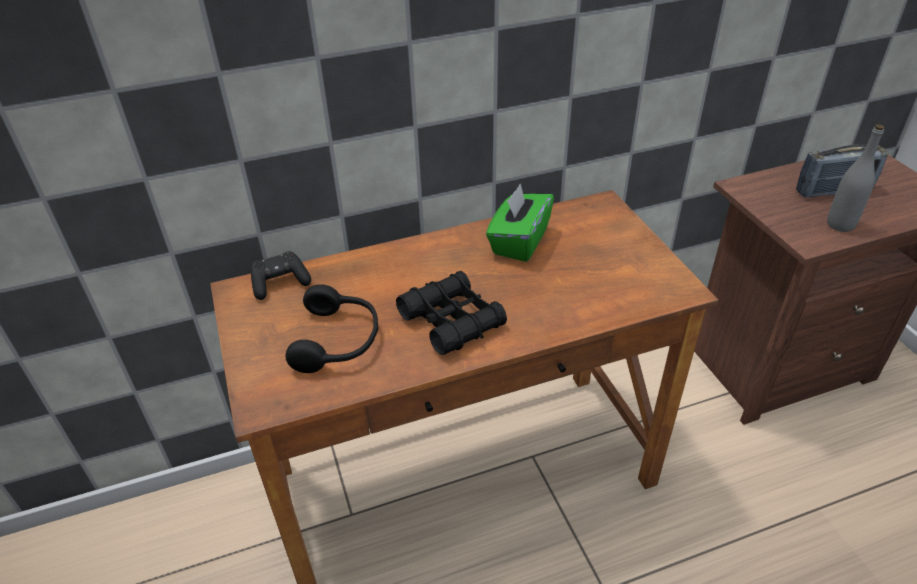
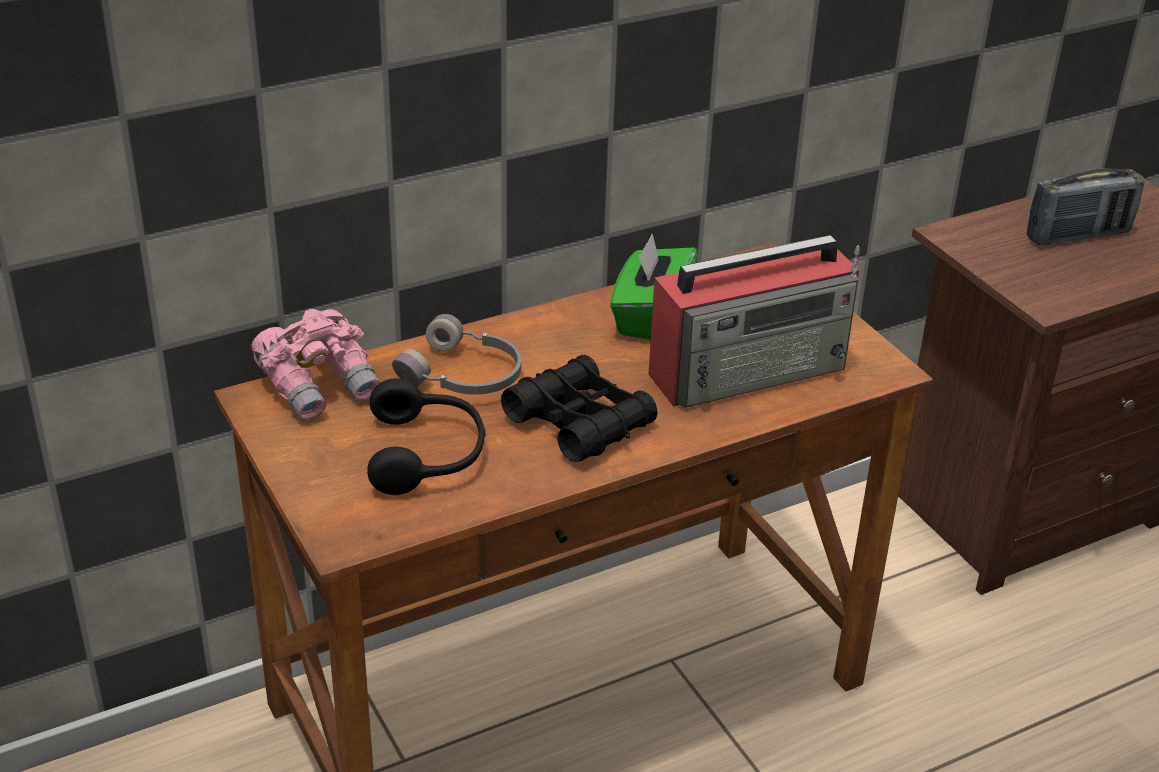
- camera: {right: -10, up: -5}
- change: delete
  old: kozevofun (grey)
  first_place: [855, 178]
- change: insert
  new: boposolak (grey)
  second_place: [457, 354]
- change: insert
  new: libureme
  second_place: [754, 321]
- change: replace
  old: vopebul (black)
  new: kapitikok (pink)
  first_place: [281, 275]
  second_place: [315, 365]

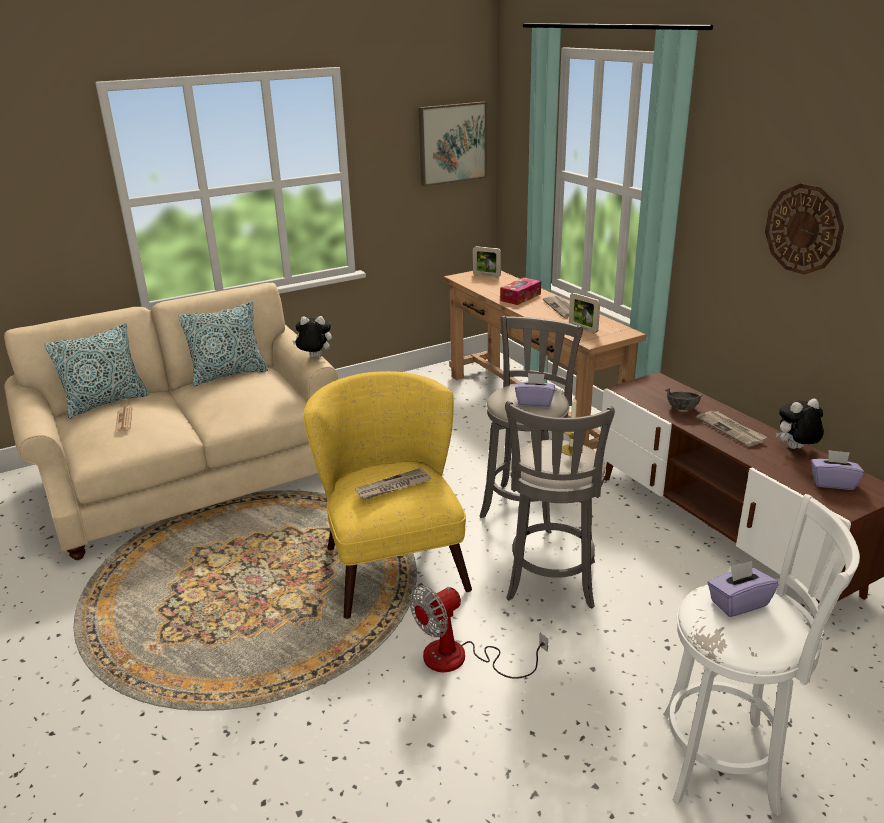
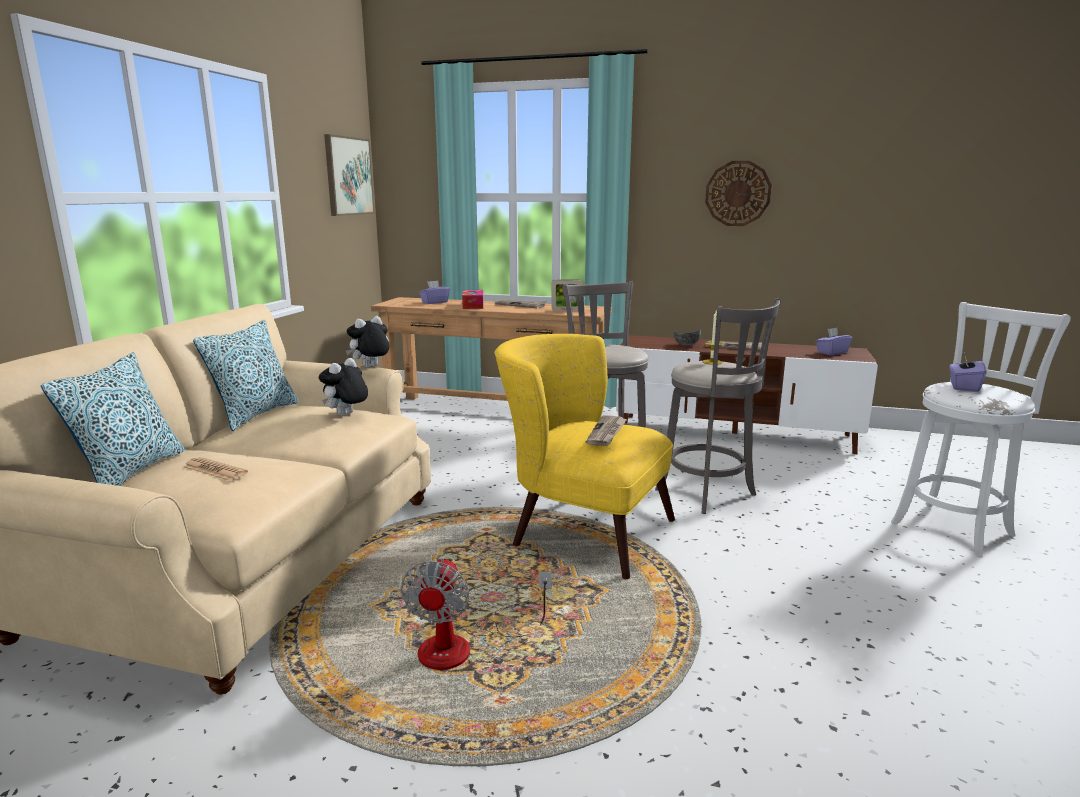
- camera: {right: -45, up: -10}
- change: delete
  old: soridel
  first_place: [487, 261]
- change: move
  old: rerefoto
  first_place: [478, 632]
  second_place: [476, 613]
- change: move
  old: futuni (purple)
  first_place: [535, 390]
  second_place: [434, 292]
- change: move
  old: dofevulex
  first_place: [800, 424]
  second_place: [343, 387]

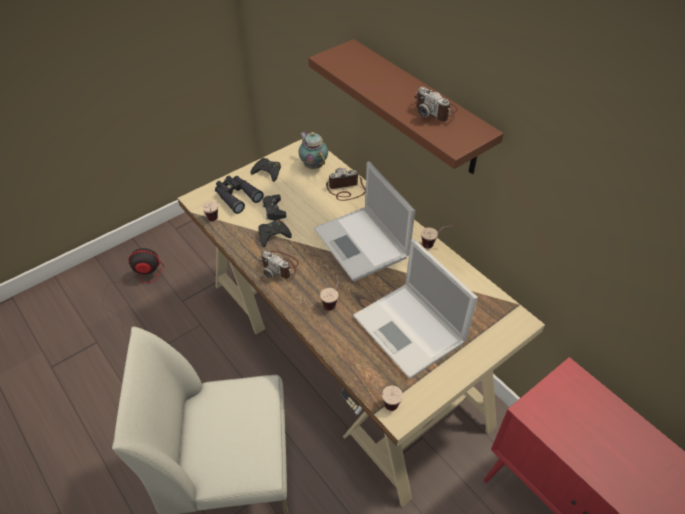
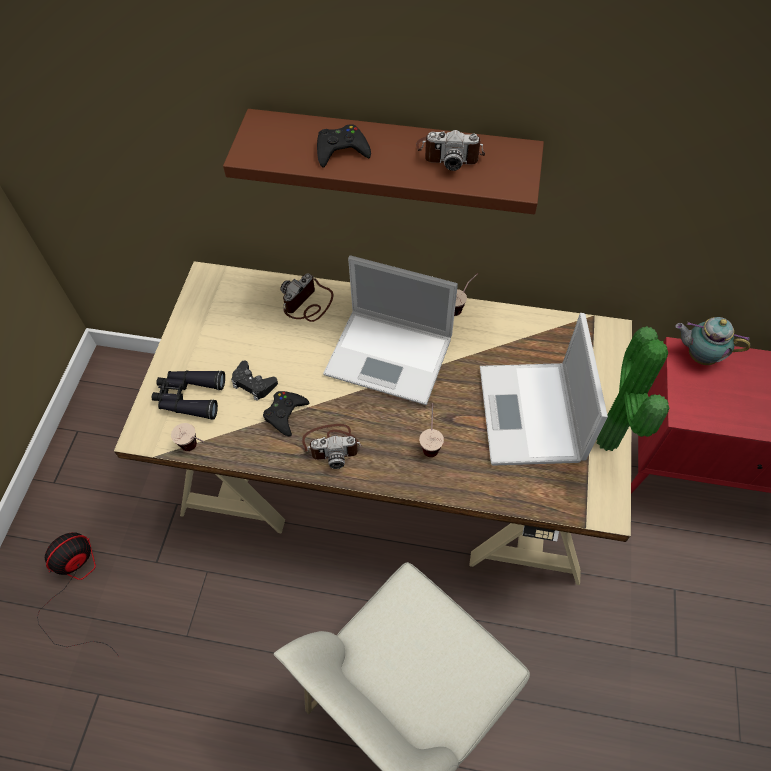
- camera: {right: -40, up: 10}
- change: delete
  old: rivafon
  first_place: [384, 398]
- change: insert
  new: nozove
  second_place: [633, 388]
- change: move
  old: vopebul (black)
  first_place: [266, 170]
  second_place: [344, 145]
- change: move
  old: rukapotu
  first_place: [313, 150]
  second_place: [712, 341]
- change: rotate
  old: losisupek
  first_place: [415, 309]
  second_place: [544, 389]
  degrees: 75

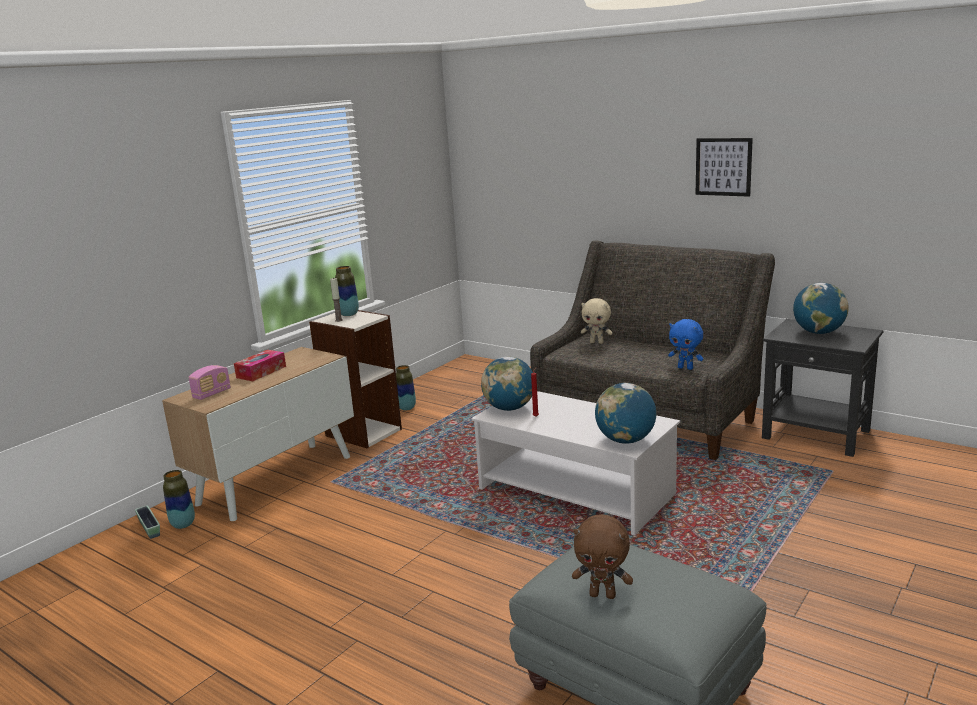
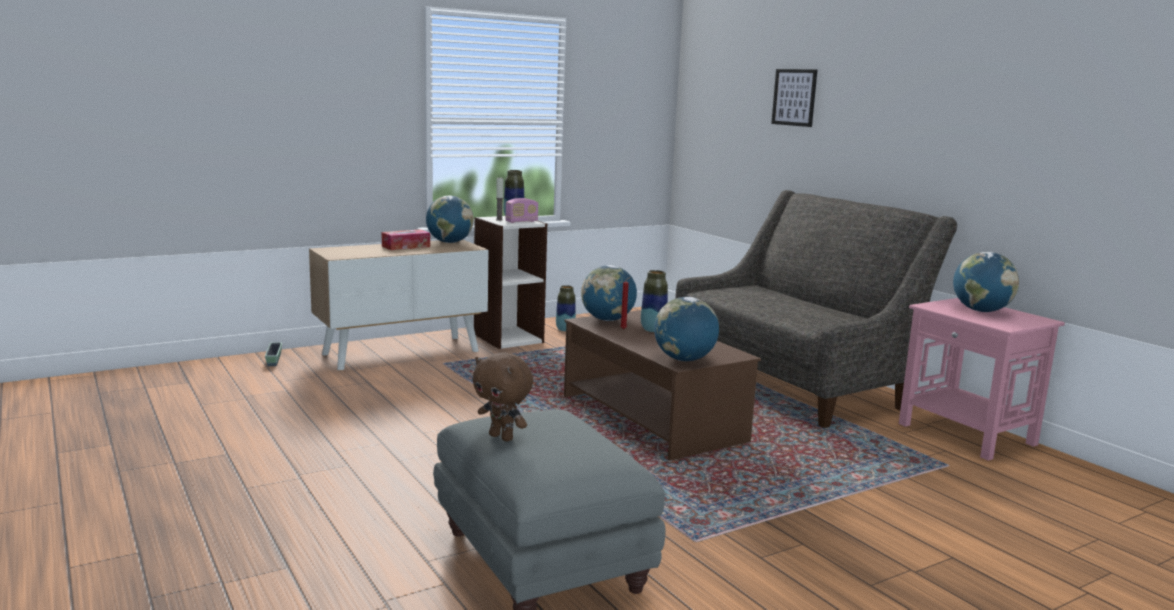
- camera: {right: 20, up: -5}
- change: delete
  old: dofevulex (beige)
  first_place: [596, 321]
- change: delete
  old: dofevulex (blue)
  first_place: [685, 344]
- change: insert
  new: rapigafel
  second_place: [450, 219]
- change: move
  old: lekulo
  first_place: [179, 499]
  second_place: [654, 301]
- change: move
  old: libureme
  first_place: [209, 382]
  second_place: [521, 210]
- change: move
  old: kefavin
  first_place: [724, 167]
  second_place: [794, 98]
- change: recolor
  old: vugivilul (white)
  new: vugivilul (brown)
  first_place: [575, 463]
  second_place: [662, 385]
- change: recolor
  old: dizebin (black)
  new: dizebin (pink)
  first_place: [823, 388]
  second_place: [982, 379]

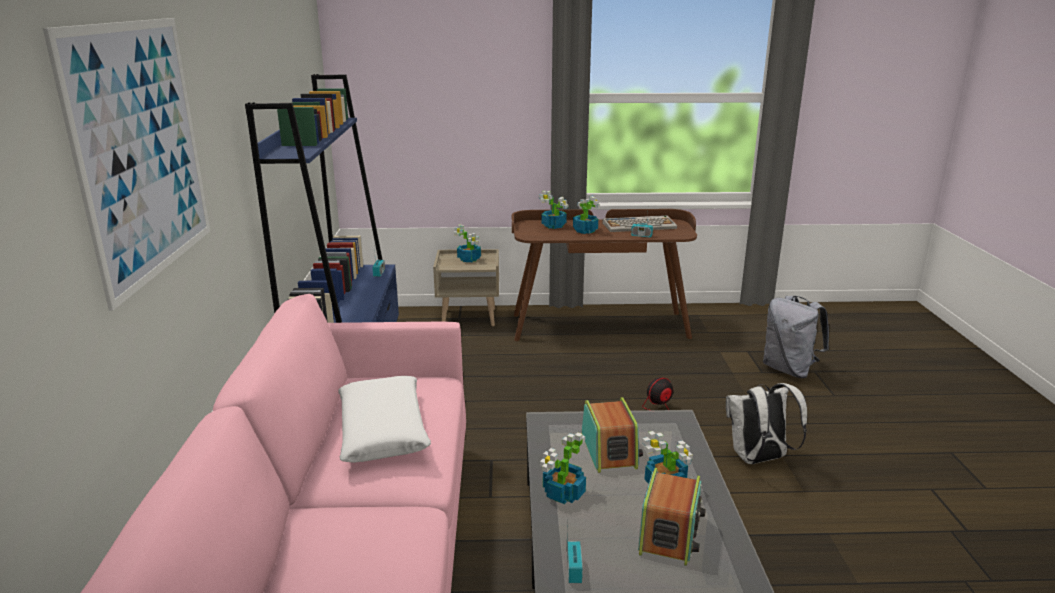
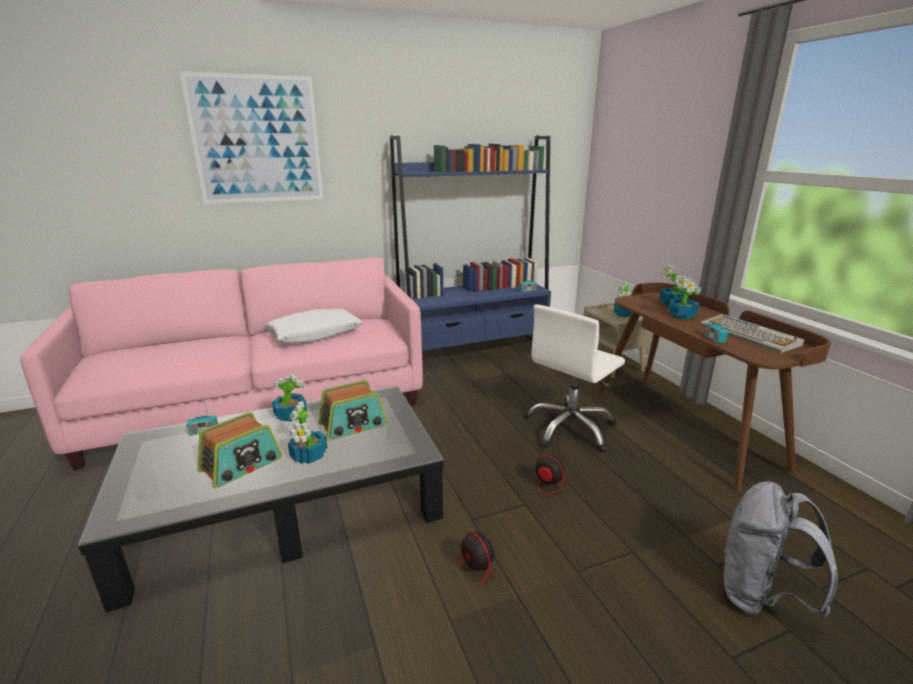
- camera: {right: 70, up: 0}
- change: insert
  new: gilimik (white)
  second_place: [574, 378]
- change: replace
  old: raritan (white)
  new: rerefoto
  first_place: [766, 423]
  second_place: [506, 566]
- change: rotate
  old: libureme
  first_place: [672, 517]
  second_place: [240, 450]
  degrees: -45

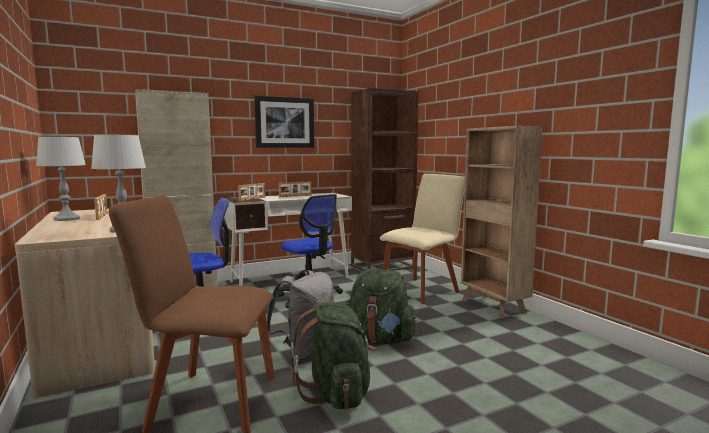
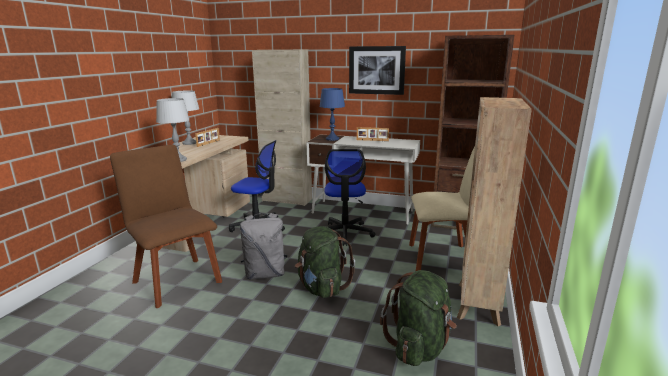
- camera: {right: 45, up: 10}
- change: move
  old: raritan (green)
  first_place: [333, 356]
  second_place: [418, 318]
- change: replace
  old: soridel
  new: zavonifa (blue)
  first_place: [251, 192]
  second_place: [332, 114]

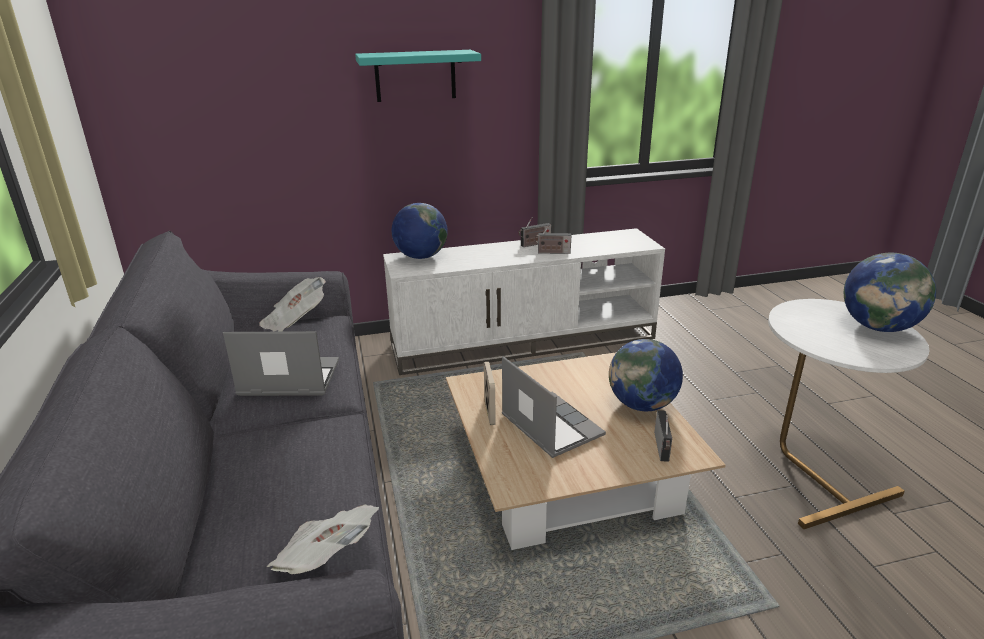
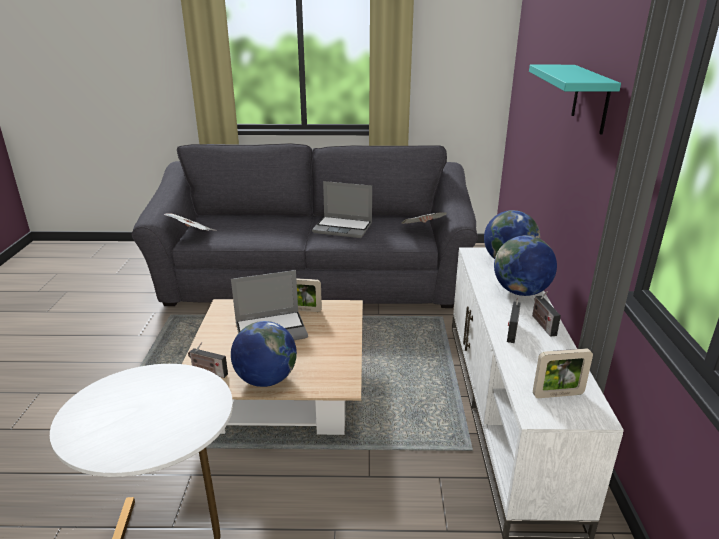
- camera: {right: 105, up: 0}
- change: insert
  new: soridel
  second_place: [563, 373]
- change: move
  old: rapigafel
  first_place: [890, 292]
  second_place: [525, 265]
- change: rotate
  old: losisupek
  first_place: [281, 363]
  second_place: [342, 209]
  degrees: 90

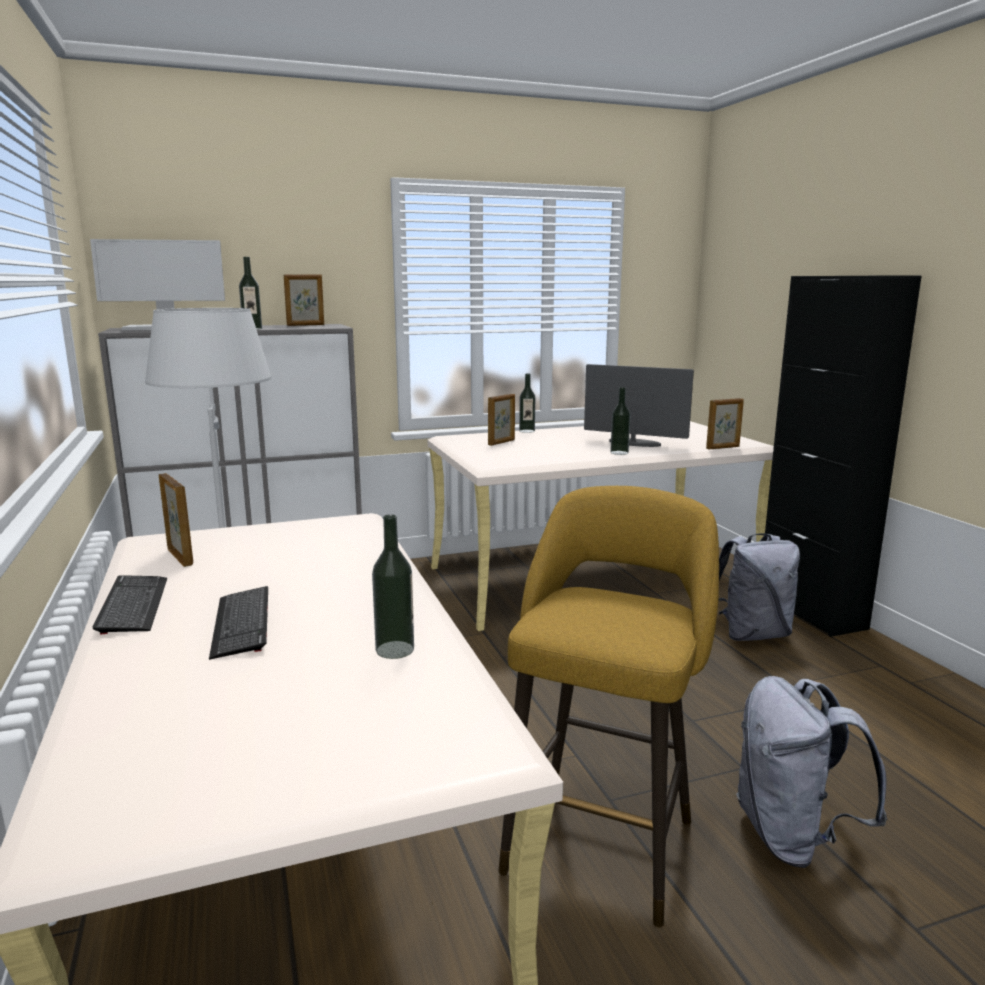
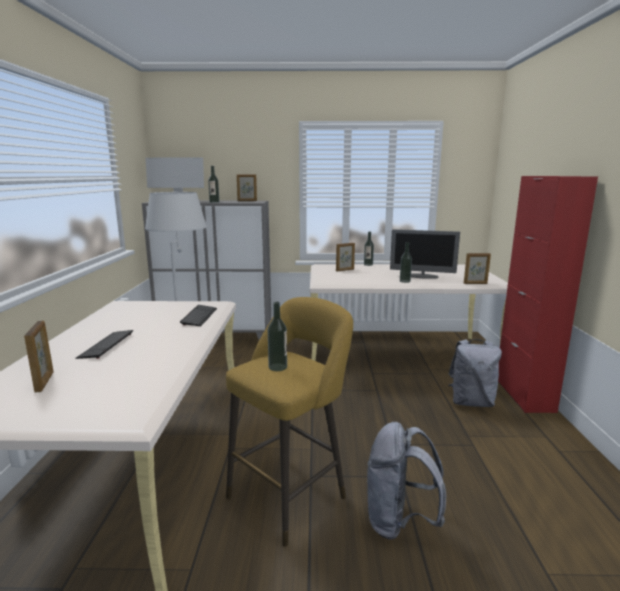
- camera: {right: 20, up: 0}
- change: move
  old: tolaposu
  first_place: [130, 605]
  second_place: [198, 315]
- change: move
  old: soridel
  first_place: [176, 520]
  second_place: [39, 357]
- change: move
  old: kozevofun
  first_place: [393, 586]
  second_place: [277, 336]
- change: recolor
  old: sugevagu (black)
  new: sugevagu (red)
  first_place: [843, 456]
  second_place: [548, 294]
- change: rotate
  old: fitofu
  first_place: [639, 405]
  second_place: [425, 254]
  degrees: 150

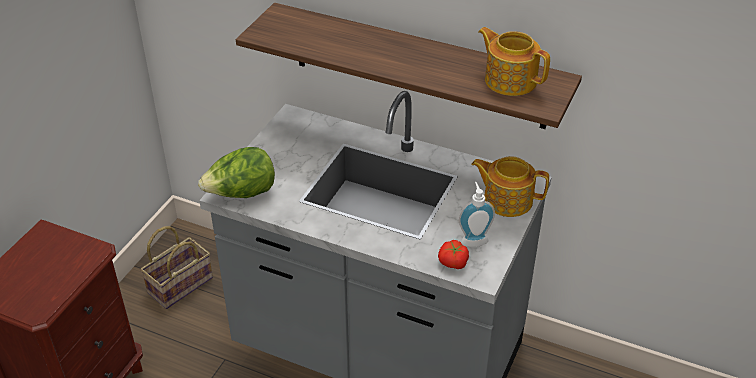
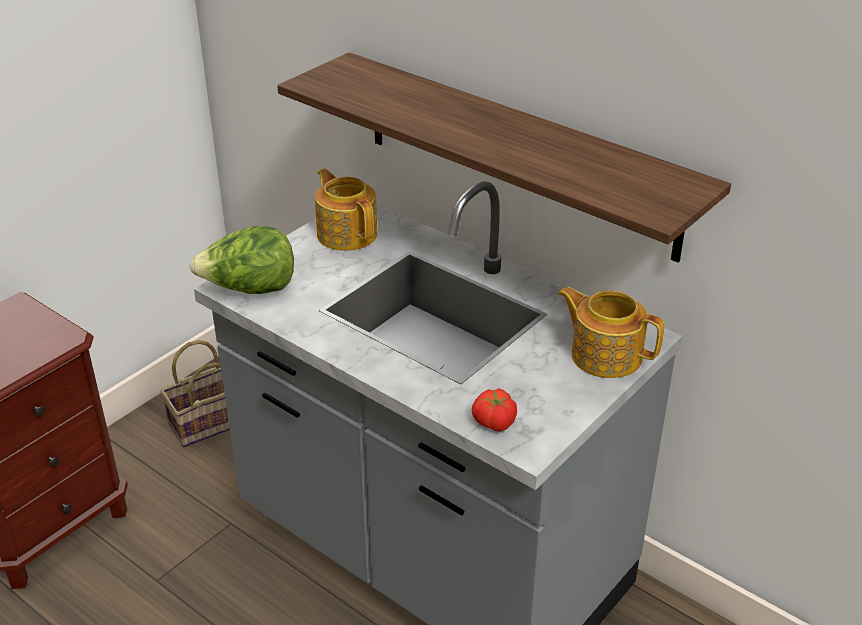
- camera: {right: 15, up: -5}
- change: delete
  old: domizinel
  first_place: [477, 214]
- change: move
  old: rukapotu
  first_place: [514, 61]
  second_place: [346, 209]

